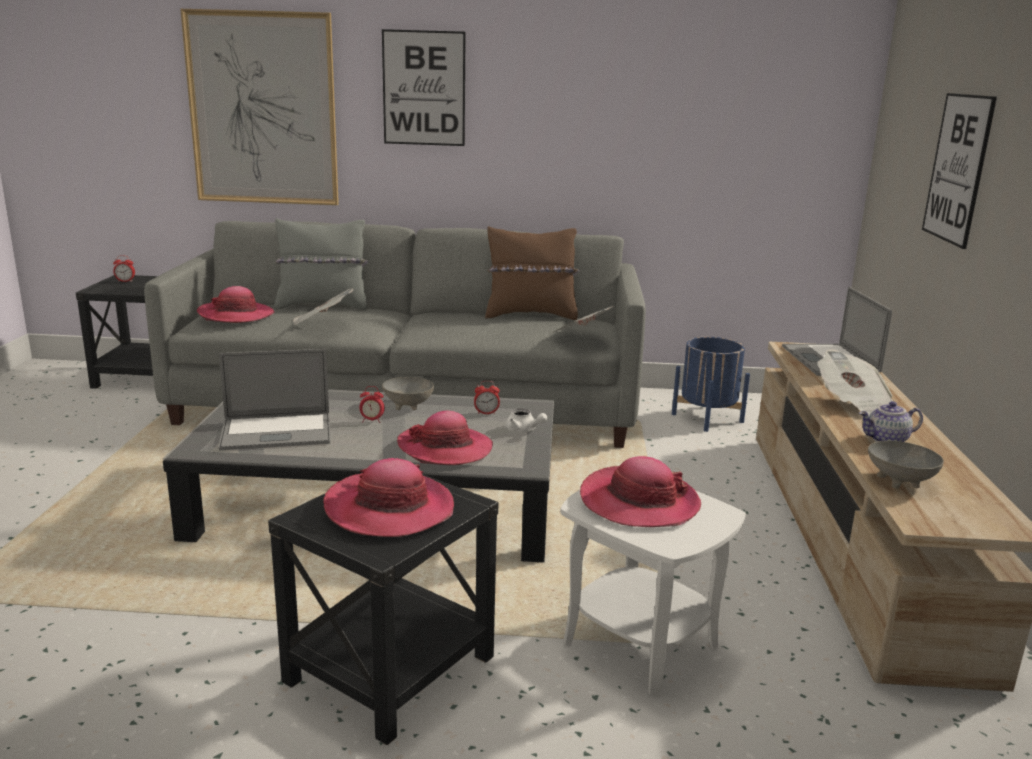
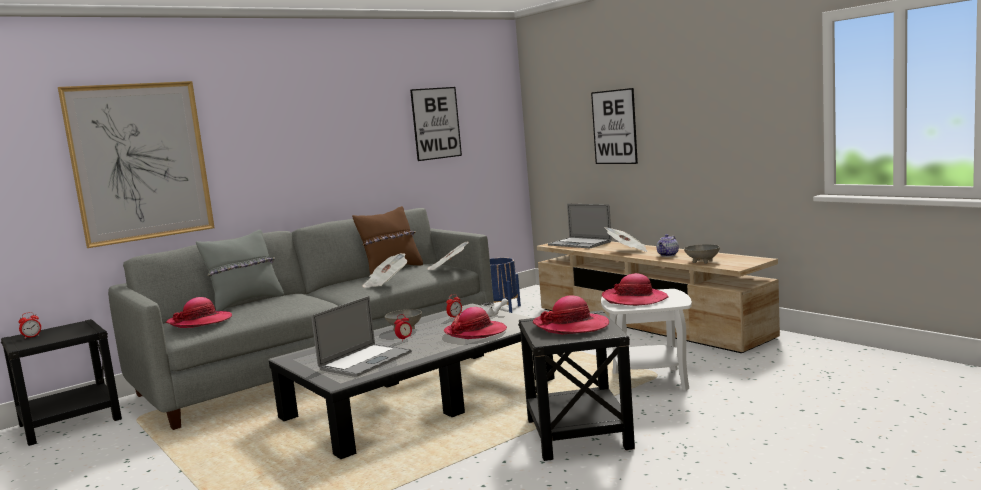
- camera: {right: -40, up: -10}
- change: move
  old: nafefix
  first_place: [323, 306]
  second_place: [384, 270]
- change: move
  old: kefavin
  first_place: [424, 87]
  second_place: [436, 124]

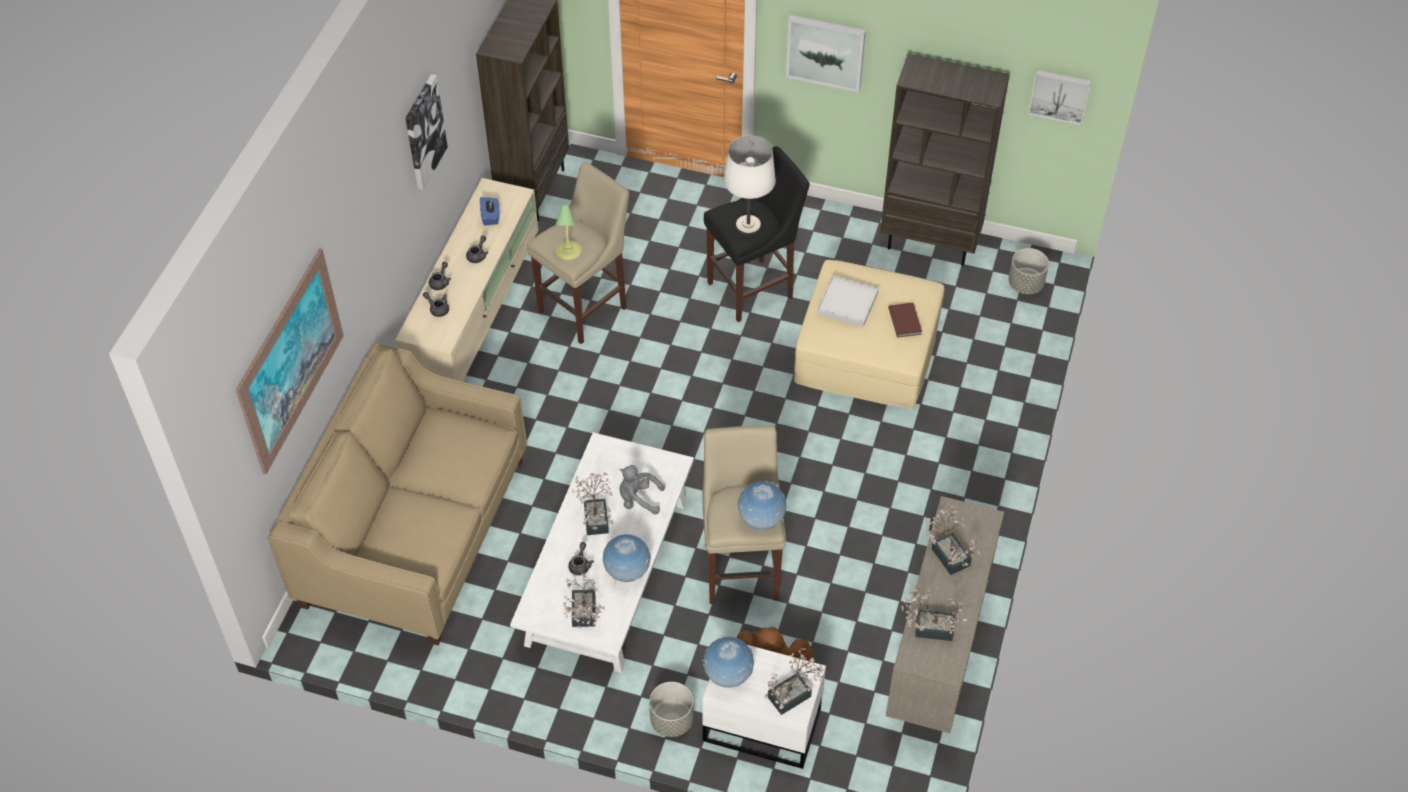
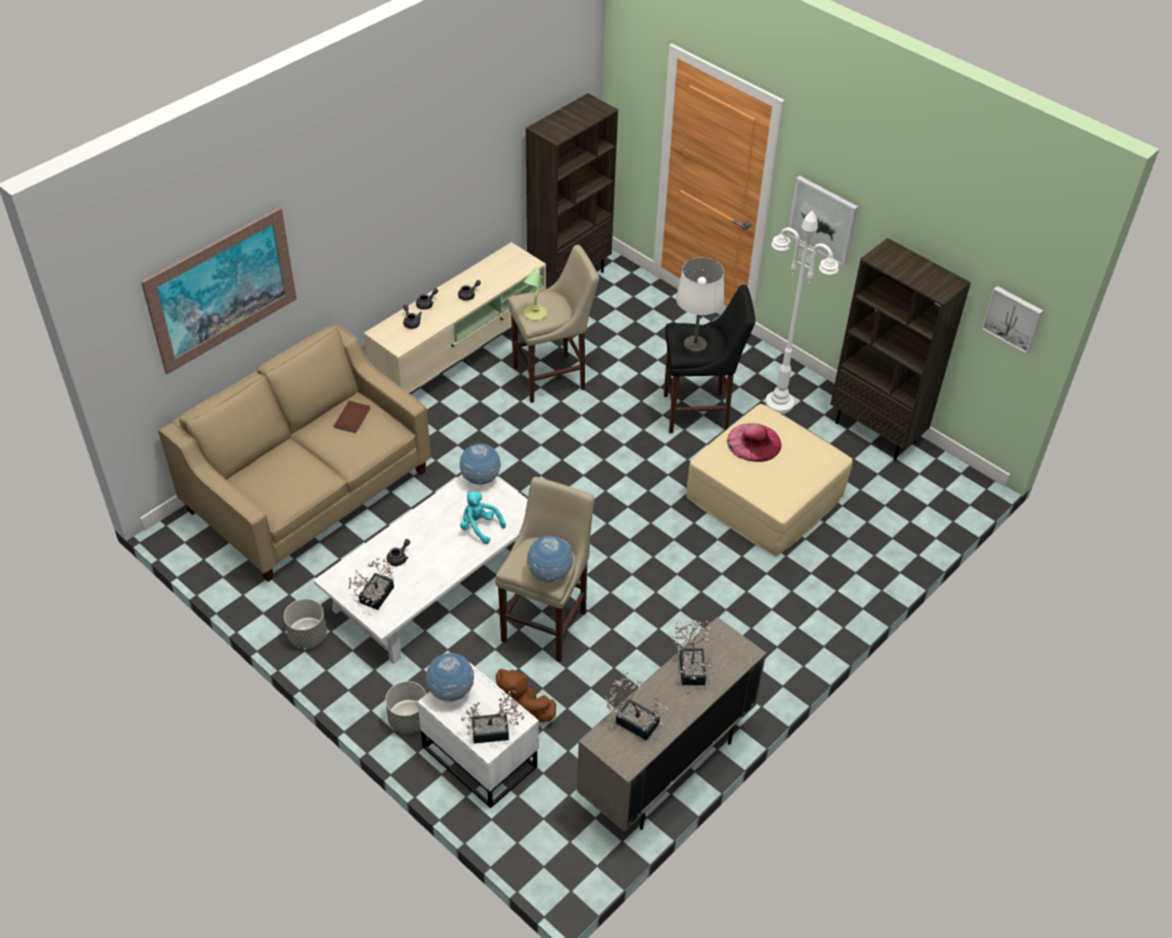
- camera: {right: 25, up: -5}
- change: delete
  old: kefavin
  first_place: [426, 132]
- change: delete
  old: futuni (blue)
  first_place: [490, 211]
- change: delete
  old: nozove
  first_place: [592, 503]
- change: insert
  new: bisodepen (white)
  second_place: [802, 311]
- change: move
  old: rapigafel
  first_place: [627, 558]
  second_place: [480, 464]
- change: move
  old: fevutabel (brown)
  first_place: [905, 320]
  second_place: [352, 417]
- change: move
  old: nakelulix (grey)
  first_place: [1028, 271]
  second_place: [305, 624]
- change: replace
  old: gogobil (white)
  new: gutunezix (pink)
  first_place: [848, 301]
  second_place: [754, 442]
- change: recolor
  old: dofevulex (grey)
  new: dofevulex (turquoise)
  first_place: [642, 490]
  second_place: [483, 517]

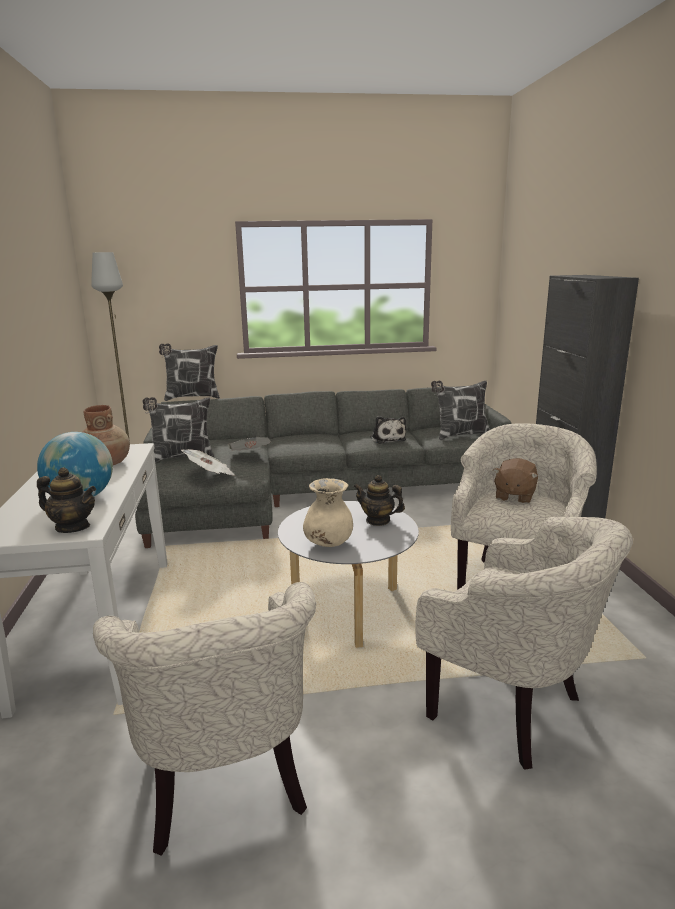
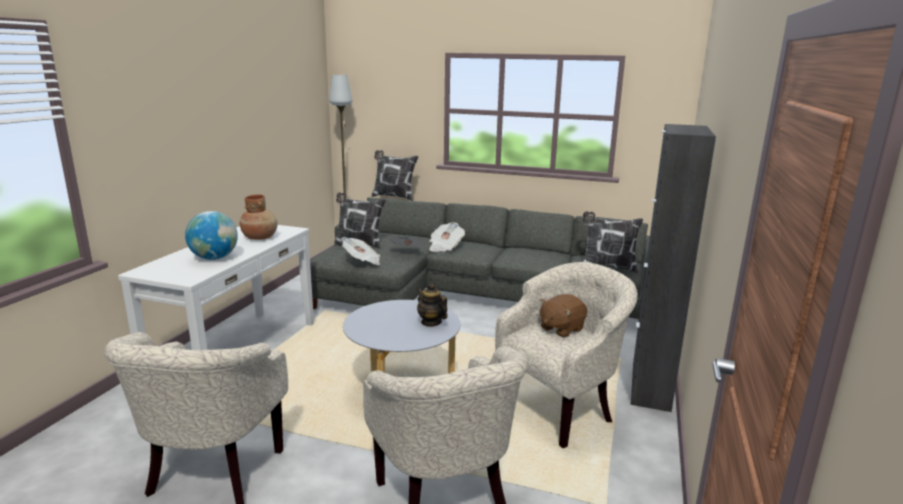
- camera: {right: 25, up: 0}
- change: delete
  old: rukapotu
  first_place: [66, 500]
- change: delete
  old: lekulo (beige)
  first_place: [328, 512]
- change: delete
  old: dofevulex
  first_place: [388, 430]
- change: insert
  new: nafefix
  second_place: [447, 237]

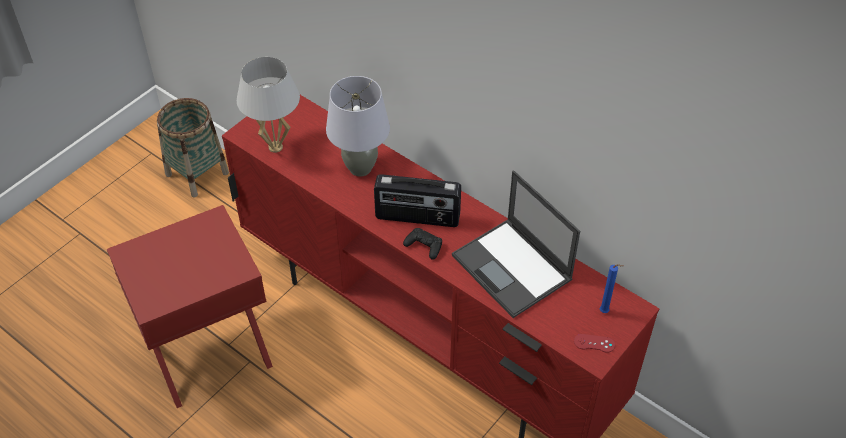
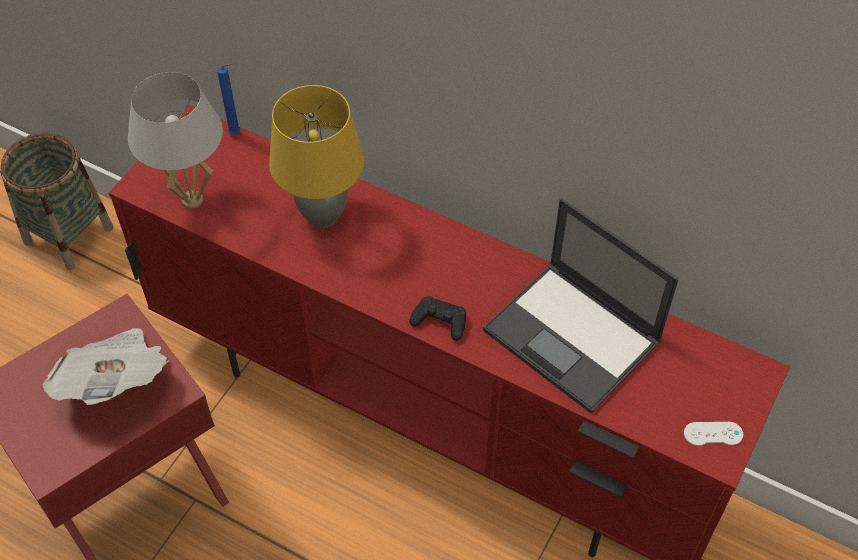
- camera: {right: -10, up: 5}
- change: delete
  old: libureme
  first_place: [417, 200]
- change: insert
  new: nafefix
  second_place: [105, 366]
- change: move
  old: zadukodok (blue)
  first_place: [611, 288]
  second_place: [228, 99]
- change: recolor
  old: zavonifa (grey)
  new: zavonifa (yellow)
  first_place: [358, 126]
  second_place: [316, 156]
- change: recolor
  old: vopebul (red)
  new: vopebul (white)
  first_place: [594, 343]
  second_place: [713, 434]

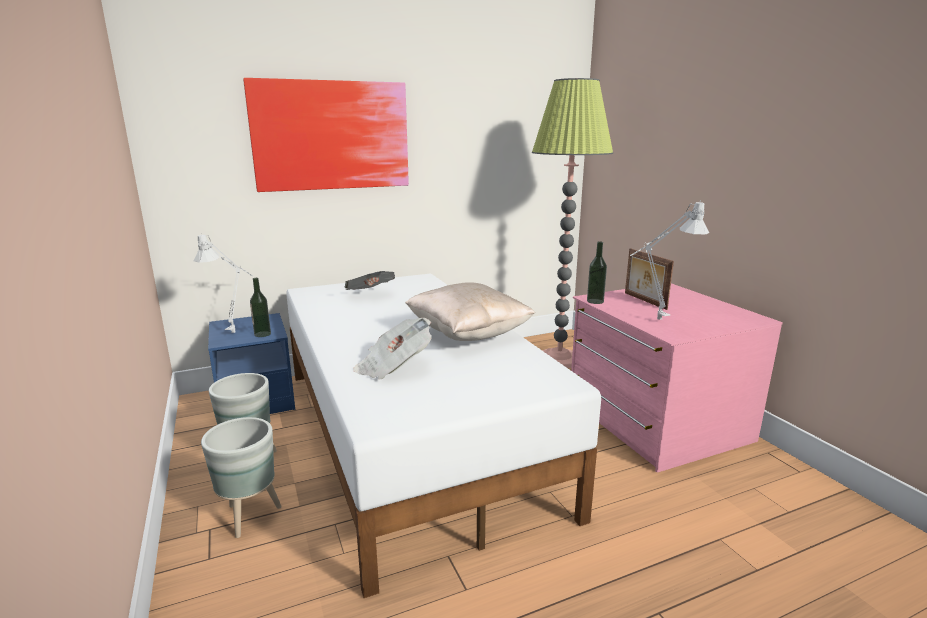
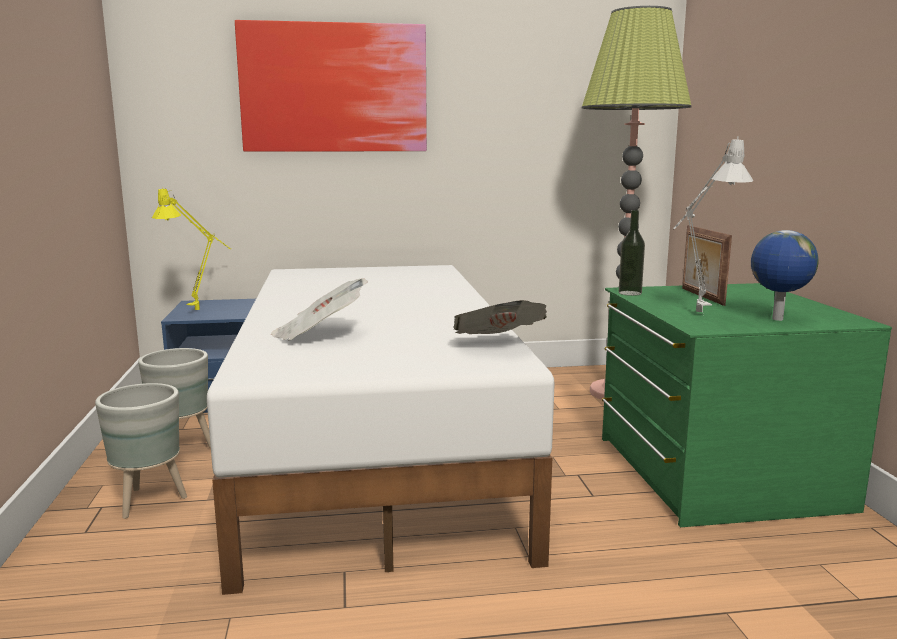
- camera: {right: 15, up: -5}
- change: delete
  old: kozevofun
  first_place: [260, 307]
- change: delete
  old: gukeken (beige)
  first_place: [470, 311]
- change: insert
  new: rapigafel
  second_place: [785, 275]
- change: move
  old: nafefix
  first_place: [370, 280]
  second_place: [500, 317]
- change: recolor
  old: zavonifa (grey)
  new: zavonifa (yellow)
  first_place: [223, 283]
  second_place: [191, 249]
- change: recolor
  old: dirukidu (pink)
  new: dirukidu (green)
  first_place: [677, 378]
  second_place: [747, 405]

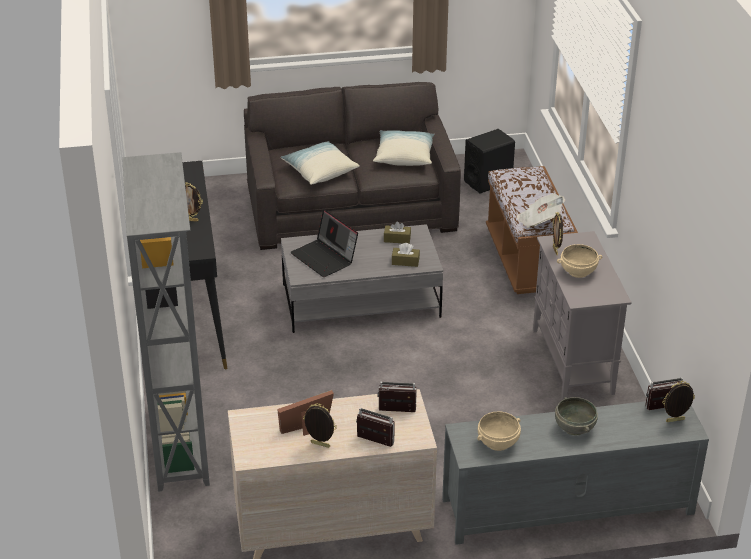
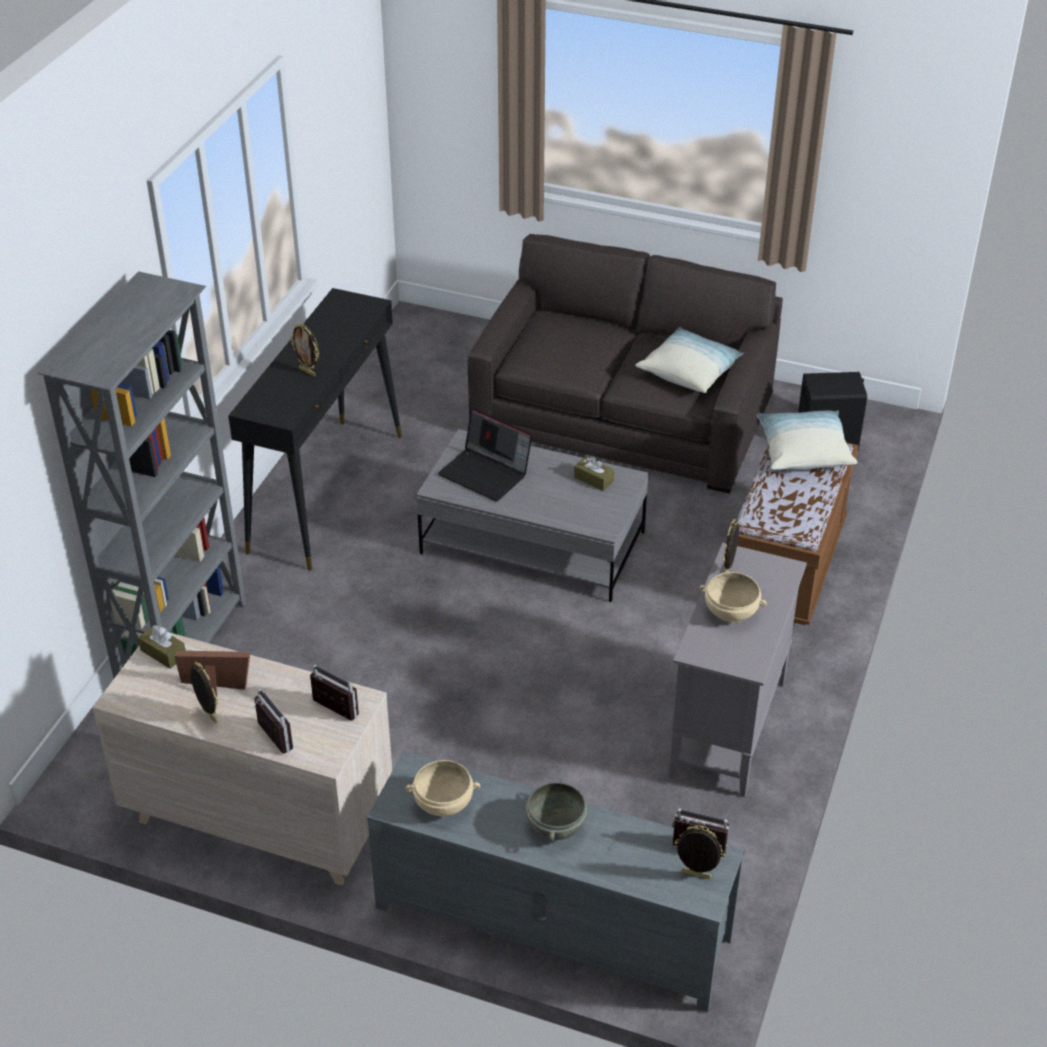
- camera: {right: 30, up: 5}
- change: delete
  old: nafefix
  first_place: [540, 210]
- change: move
  old: gukeken
  first_place: [320, 163]
  second_place: [807, 440]
- change: move
  old: futuni (brown)
  first_place: [406, 255]
  second_place: [161, 647]
- change: rotate
  old: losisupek
  first_place: [324, 243]
  second_place: [485, 455]
  degrees: -45

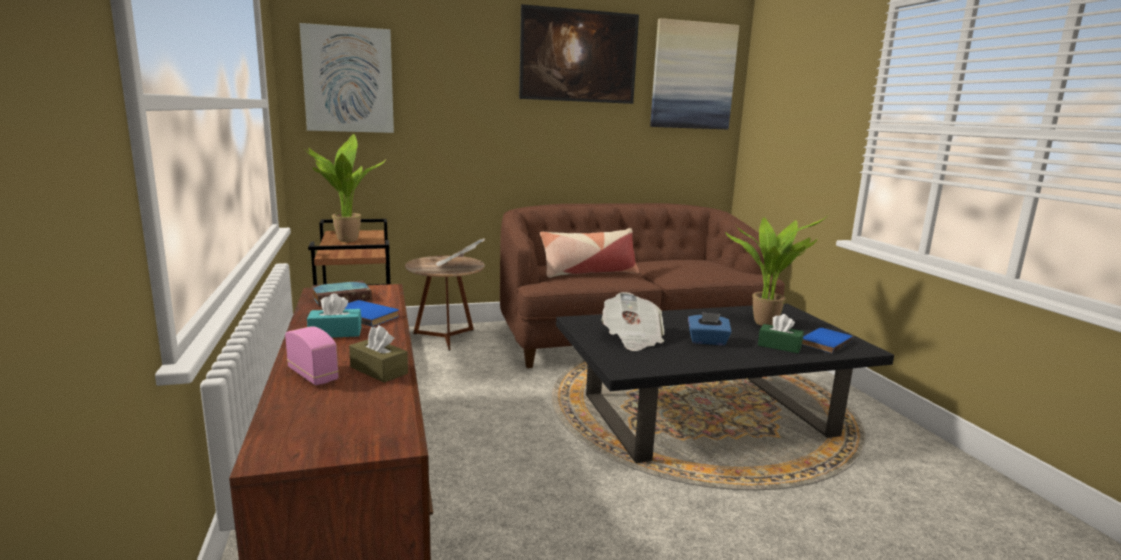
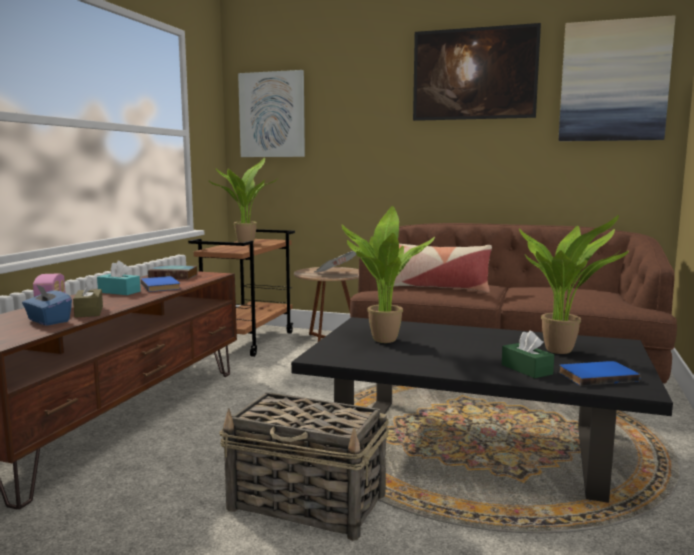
- camera: {right: 35, up: -5}
- change: insert
  new: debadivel
  second_place: [304, 466]
- change: move
  old: futuni (blue)
  first_place: [710, 328]
  second_place: [47, 305]
- change: replace
  old: nafefix
  new: nozove
  first_place: [632, 321]
  second_place: [388, 274]

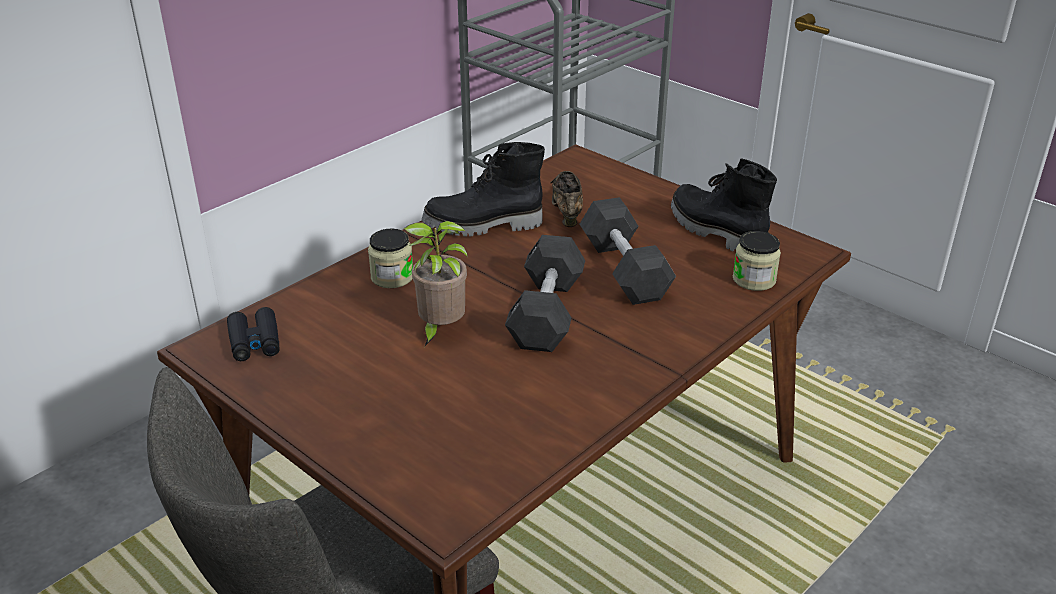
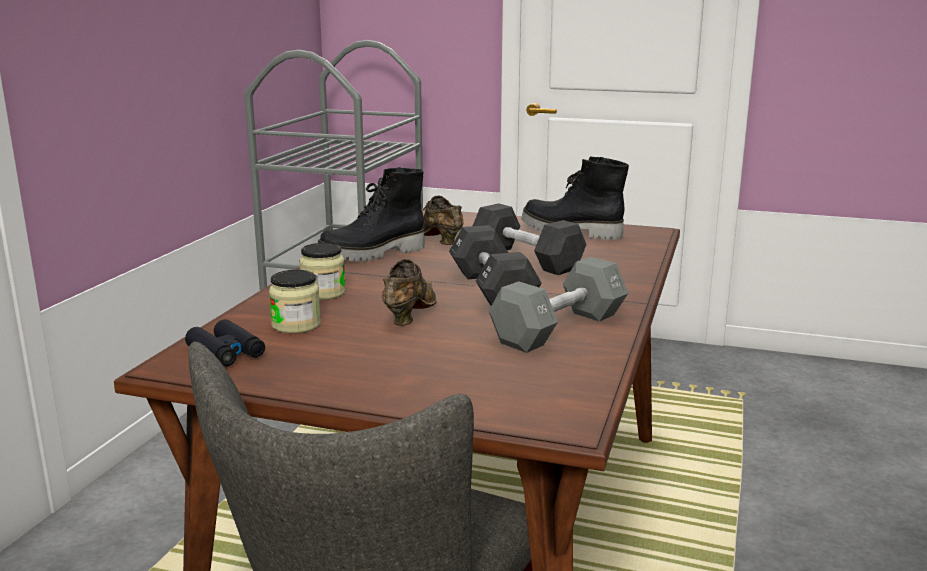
- camera: {right: -25, up: -15}
- change: insert
  new: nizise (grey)
  second_place: [558, 305]
- change: move
  old: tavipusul
  first_place: [757, 261]
  second_place: [295, 302]
- change: replace
  old: nozove
  new: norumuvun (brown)
  first_place: [436, 283]
  second_place: [409, 292]

